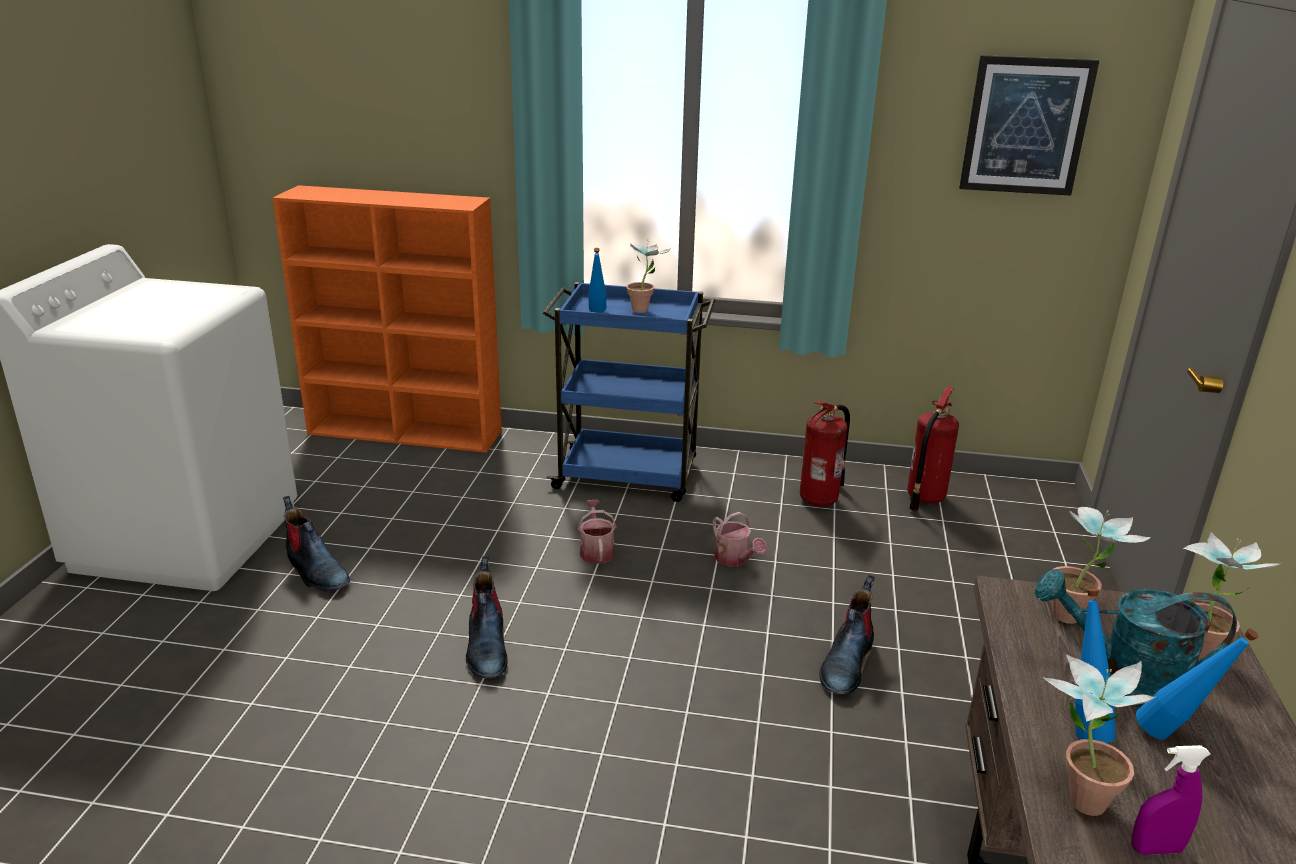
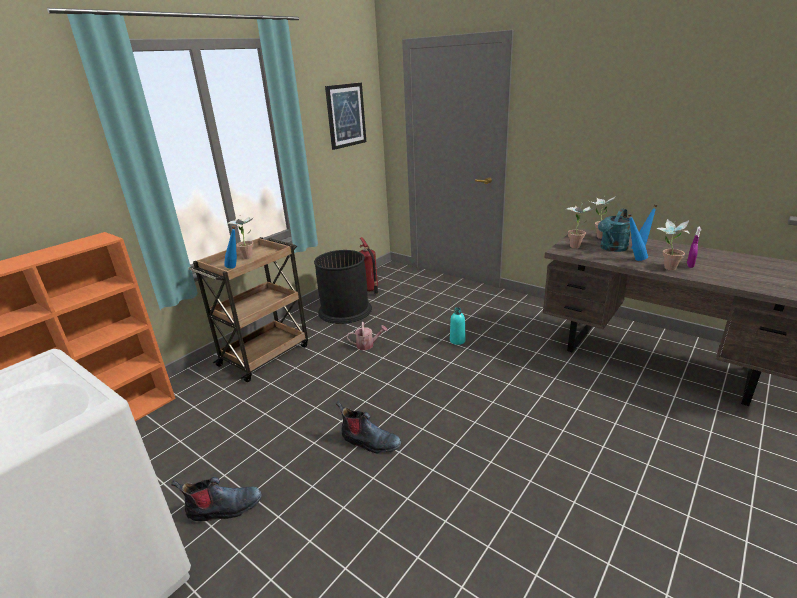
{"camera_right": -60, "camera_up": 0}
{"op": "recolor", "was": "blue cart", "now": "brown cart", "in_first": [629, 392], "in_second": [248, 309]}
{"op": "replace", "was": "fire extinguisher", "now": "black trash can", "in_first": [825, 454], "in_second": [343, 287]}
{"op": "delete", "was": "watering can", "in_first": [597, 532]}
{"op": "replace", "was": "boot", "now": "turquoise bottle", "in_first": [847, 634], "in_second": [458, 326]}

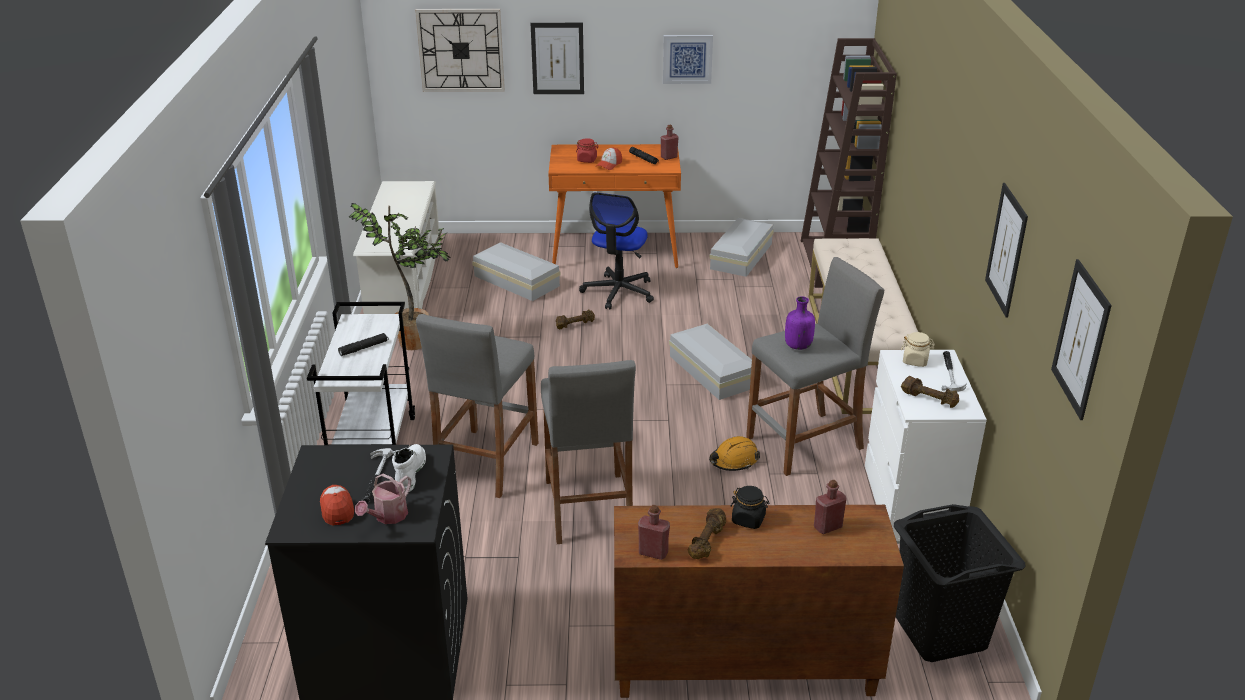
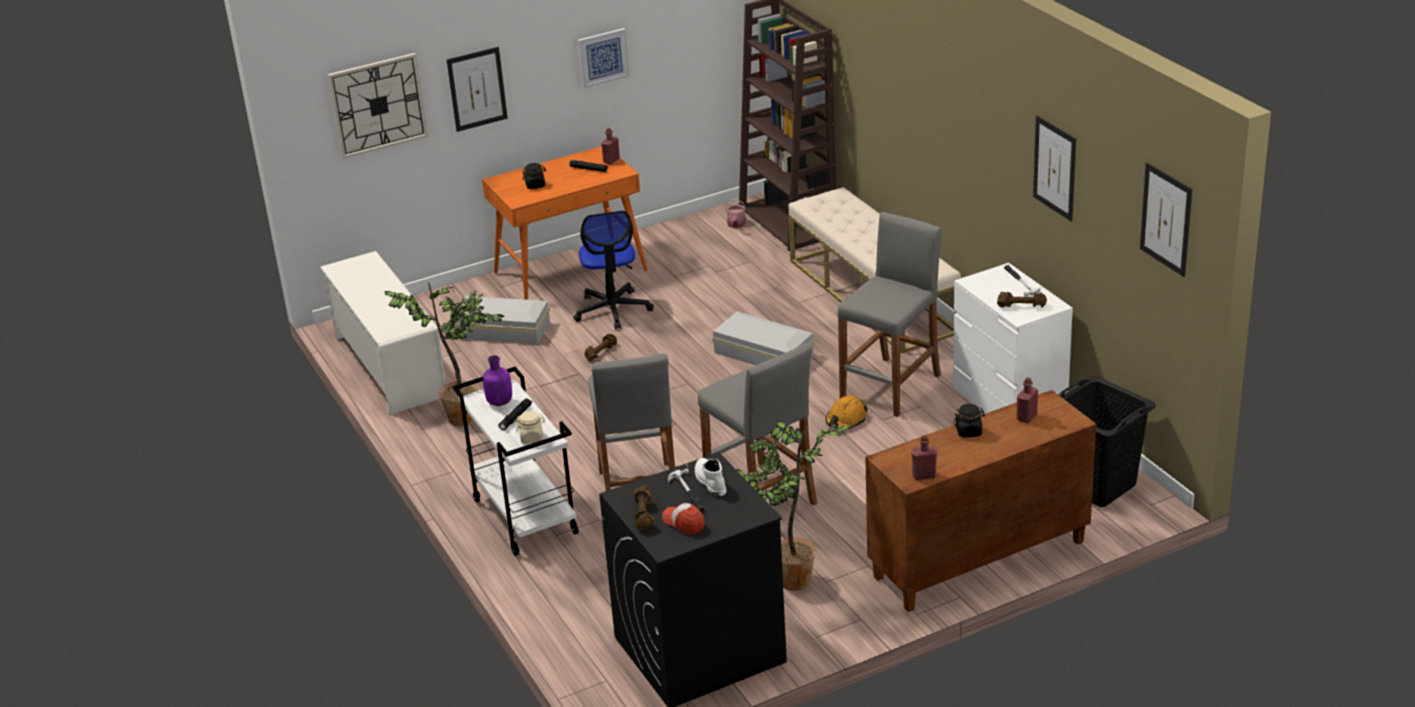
{"camera_right": -25, "camera_up": 0}
{"op": "recolor", "was": "red jar", "now": "black jar", "in_first": [587, 150], "in_second": [534, 176]}
{"op": "delete", "was": "cap", "in_first": [609, 158]}
{"op": "delete", "was": "white storage box", "in_first": [741, 247]}
{"op": "move", "was": "purple bottle", "in_first": [800, 323], "in_second": [497, 380]}
{"op": "move", "was": "beige jar", "in_first": [918, 349], "in_second": [530, 427]}
{"op": "move", "was": "watering can", "in_first": [383, 499], "in_second": [735, 213]}
{"op": "move", "was": "brown dumbbell", "in_first": [707, 533], "in_second": [644, 508]}
{"op": "insert", "now": "potted plant", "in_second": [795, 506]}

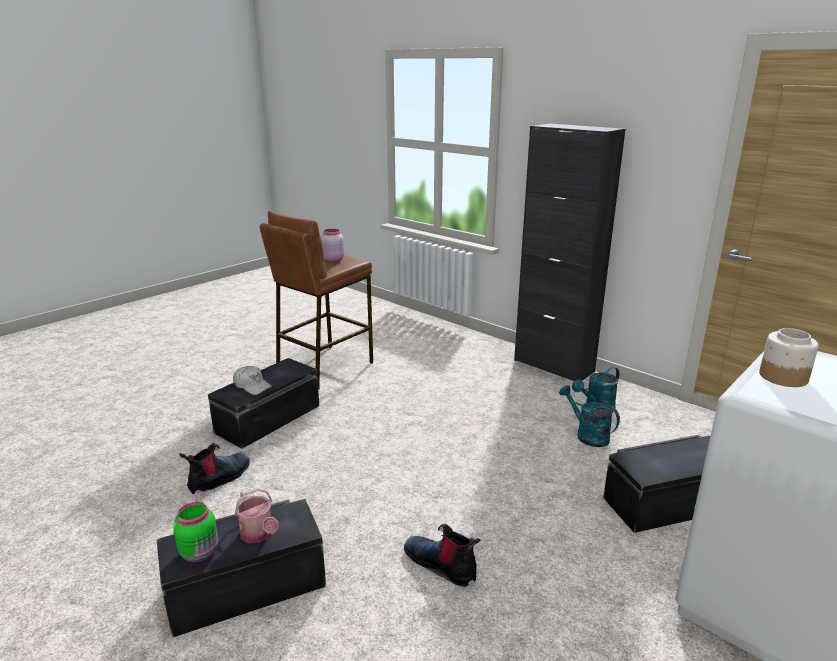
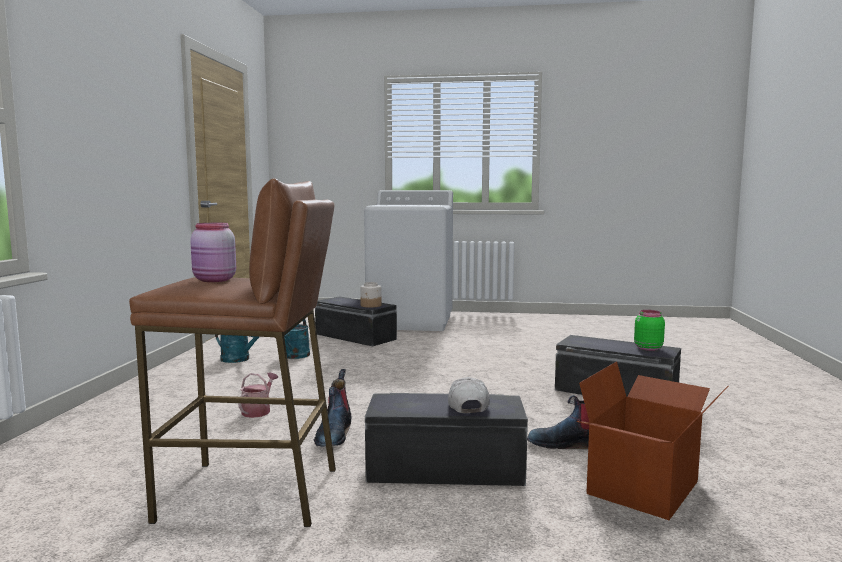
{"camera_right": -125, "camera_up": -15}
{"op": "delete", "was": "black cabinet", "in_first": [569, 252]}
{"op": "move", "was": "jar", "in_first": [789, 357], "in_second": [371, 295]}
{"op": "move", "was": "watering can", "in_first": [256, 515], "in_second": [258, 395]}
{"op": "move", "was": "boot", "in_first": [442, 555], "in_second": [332, 408]}
{"op": "insert", "now": "cardboard box", "in_second": [652, 440]}

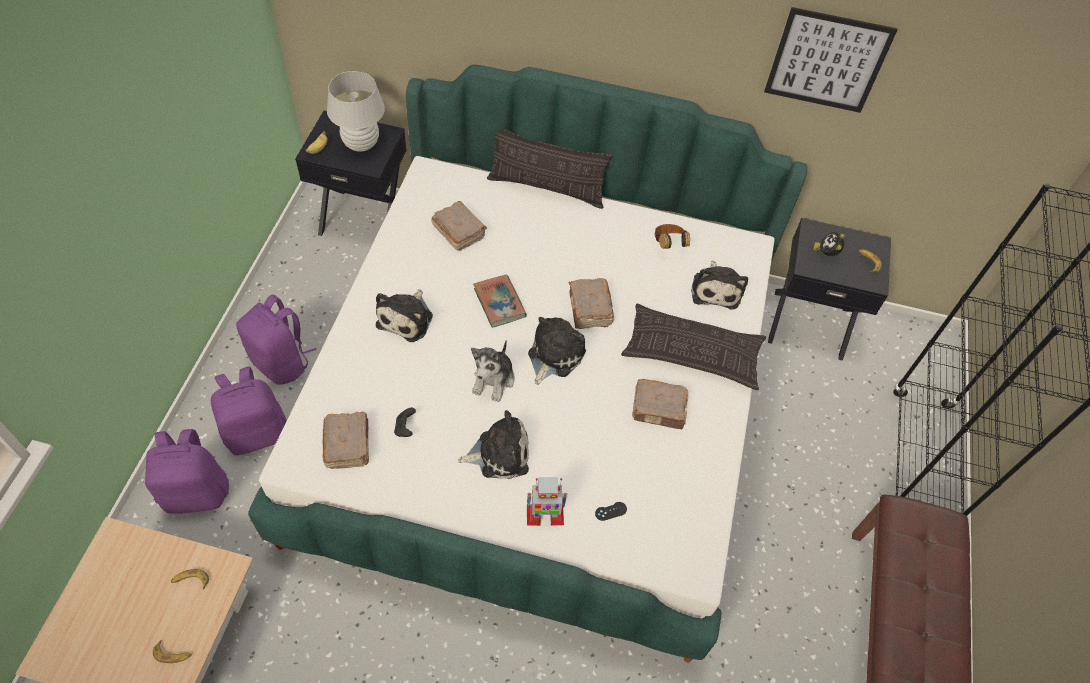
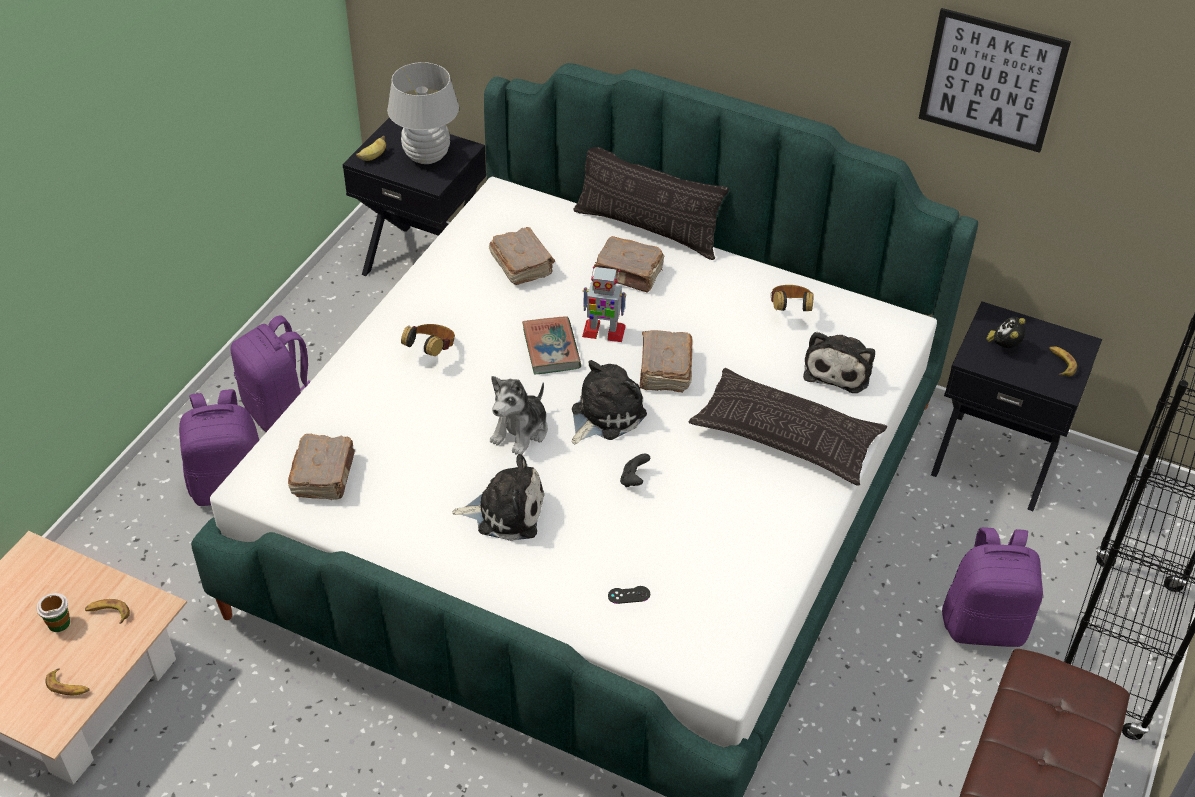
{"camera_right": 15, "camera_up": -10}
{"op": "replace", "was": "plush toy", "now": "headphones", "in_first": [404, 315], "in_second": [428, 340]}
{"op": "move", "was": "brown book", "in_first": [660, 404], "in_second": [629, 264]}
{"op": "move", "was": "black game controller", "in_first": [405, 422], "in_second": [635, 470]}
{"op": "move", "was": "purple backpack", "in_first": [187, 471], "in_second": [992, 587]}
{"op": "move", "was": "toy robot", "in_first": [547, 502], "in_second": [604, 304]}
{"op": "insert", "now": "cup", "in_second": [53, 612]}

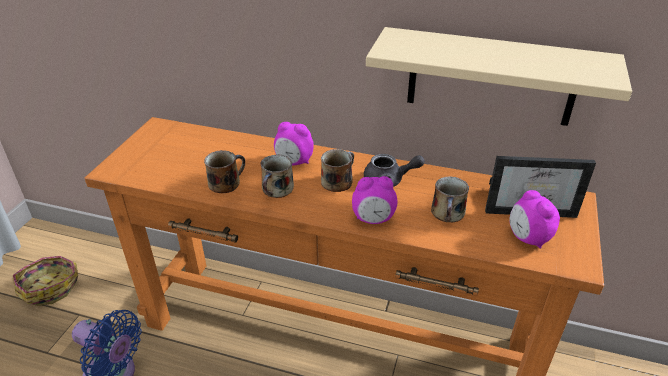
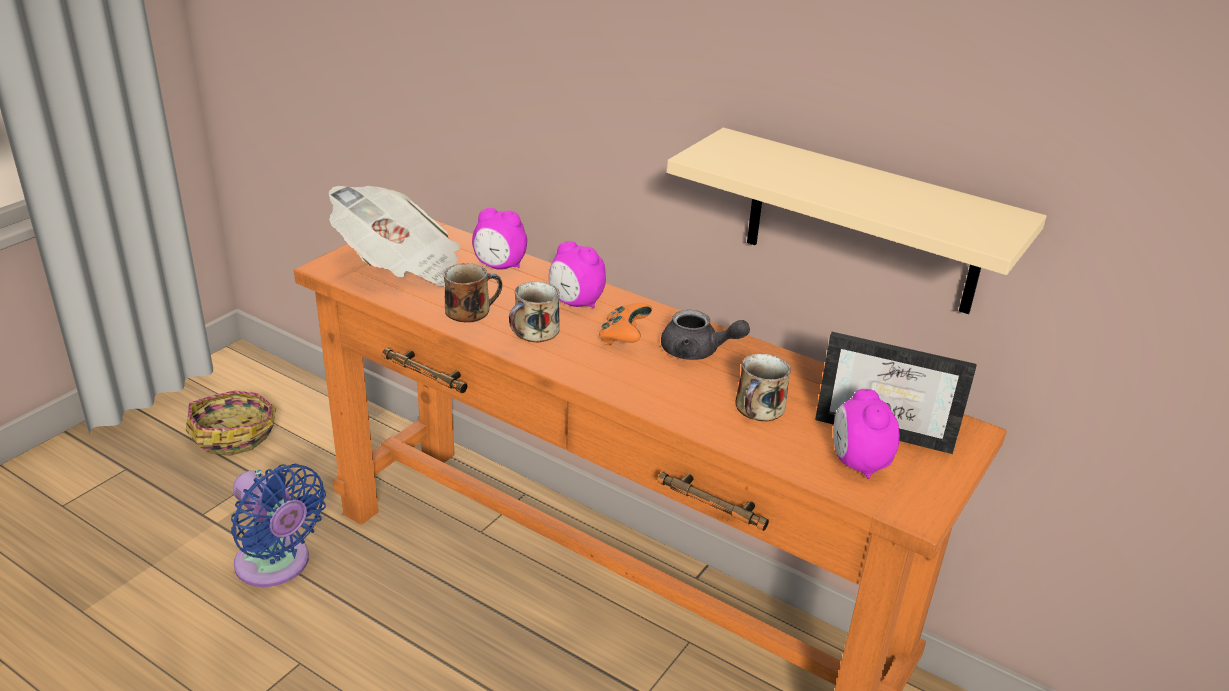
{"camera_right": 15, "camera_up": -5}
{"op": "replace", "was": "mug", "now": "orange game controller", "in_first": [337, 170], "in_second": [625, 324]}
{"op": "move", "was": "alarm clock", "in_first": [374, 200], "in_second": [499, 239]}
{"op": "insert", "now": "newspaper", "in_second": [394, 236]}

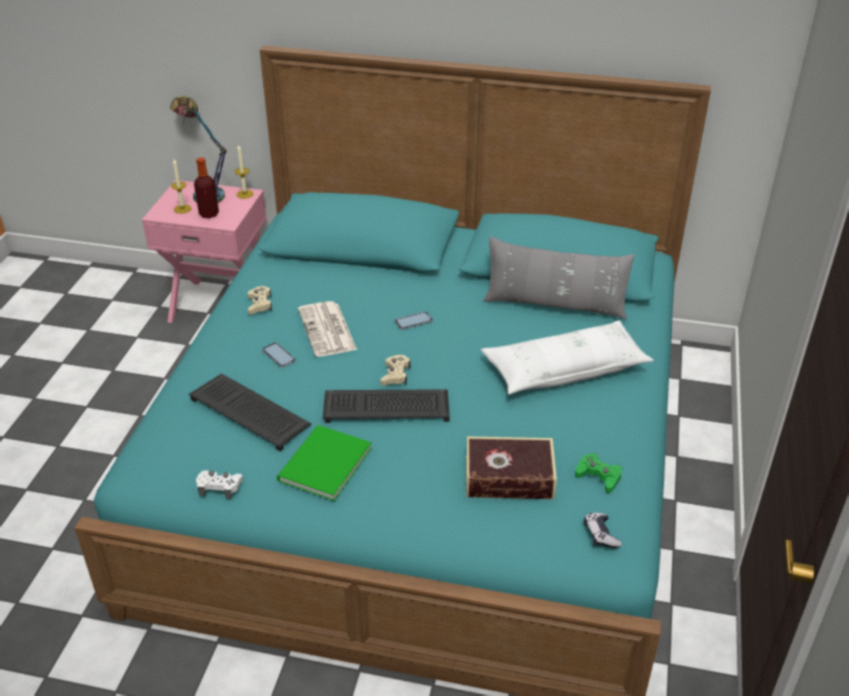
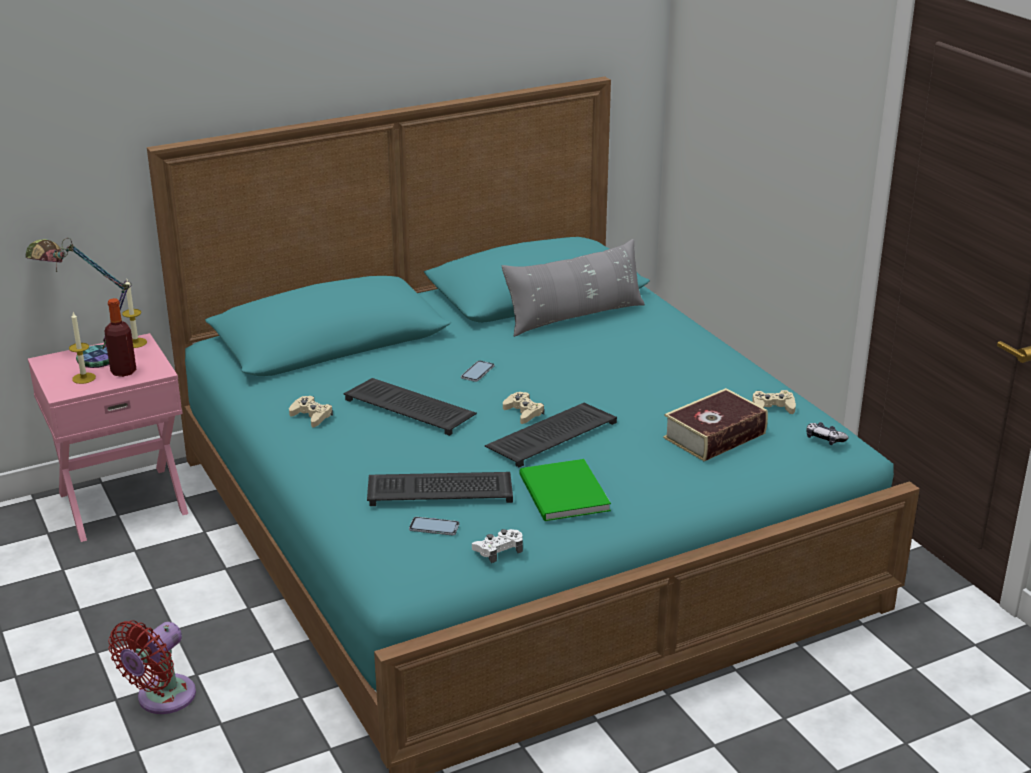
{"camera_right": -40, "camera_up": -10}
{"op": "replace", "was": "newspaper", "now": "keyboard", "in_first": [327, 329], "in_second": [410, 407]}
{"op": "delete", "was": "white pillow", "in_first": [567, 357]}
{"op": "move", "was": "phone", "in_first": [279, 355], "in_second": [434, 526]}
{"op": "recolor", "was": "green game controller", "now": "beige game controller", "in_first": [598, 473], "in_second": [774, 402]}
{"op": "insert", "now": "red fan", "in_second": [152, 667]}

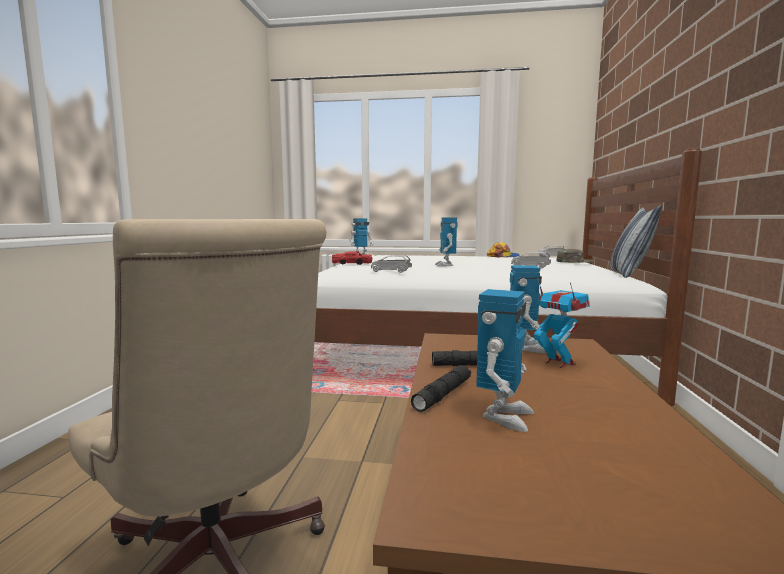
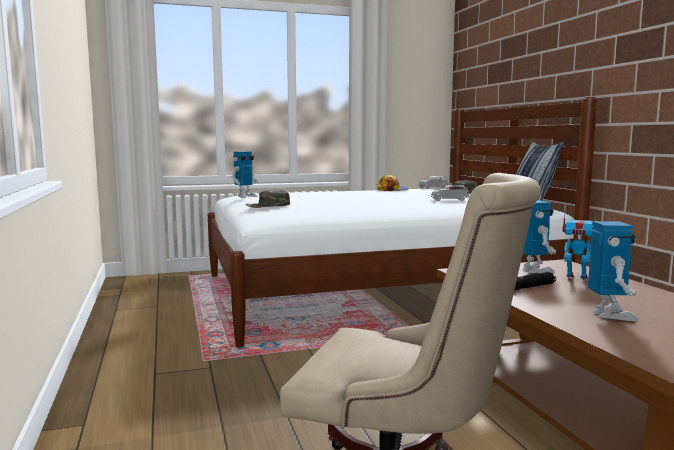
{"camera_right": -25, "camera_up": 0}
{"op": "delete", "was": "toy robot", "in_first": [446, 242]}
{"op": "replace", "was": "red toy car", "now": "green cap", "in_first": [352, 258], "in_second": [267, 198]}
{"op": "delete", "was": "grey toy car", "in_first": [391, 264]}
{"op": "delete", "was": "black flashlight", "in_first": [441, 388]}

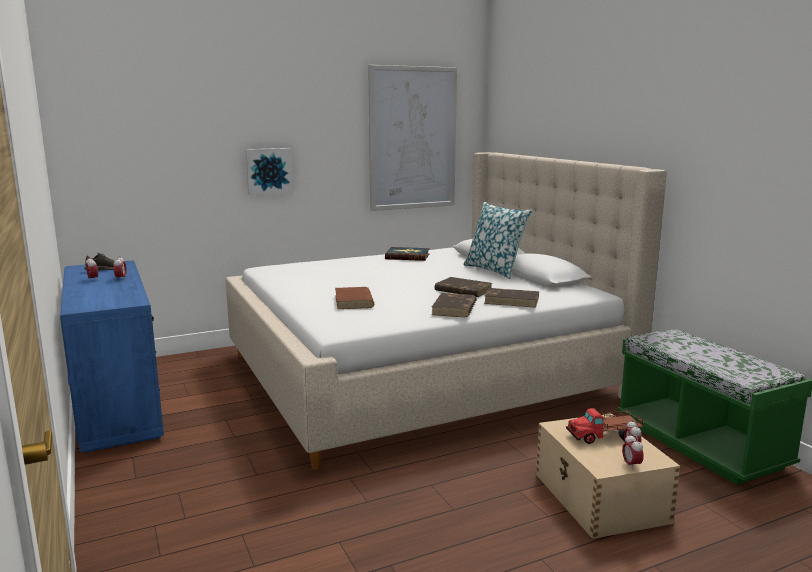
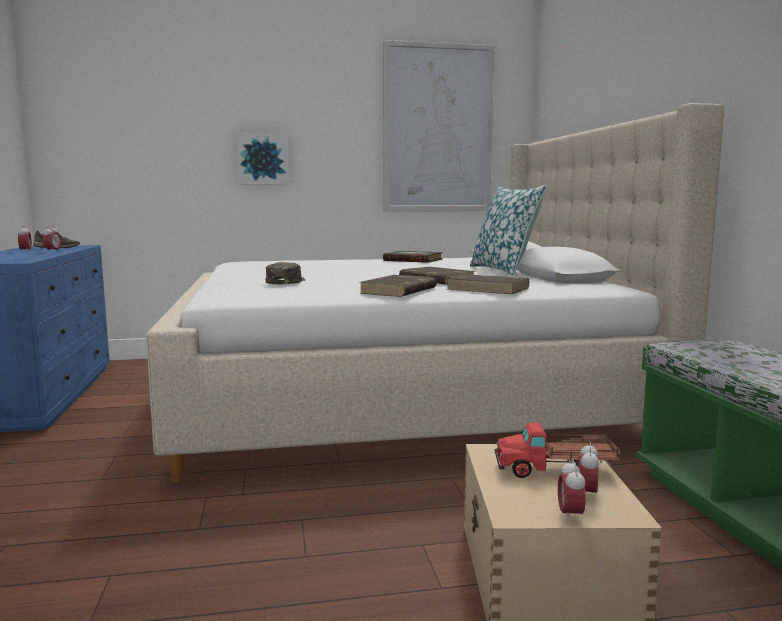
{"camera_right": 15, "camera_up": -5}
{"op": "replace", "was": "brown book", "now": "green cap", "in_first": [354, 298], "in_second": [286, 273]}

